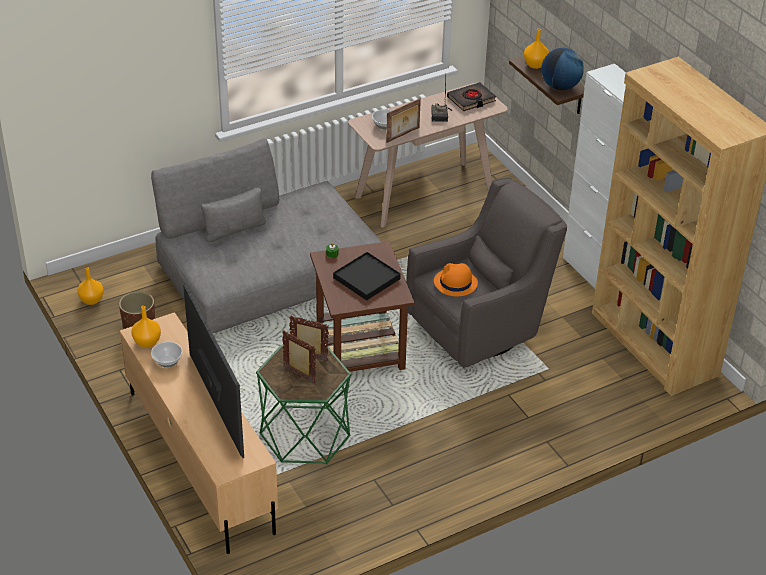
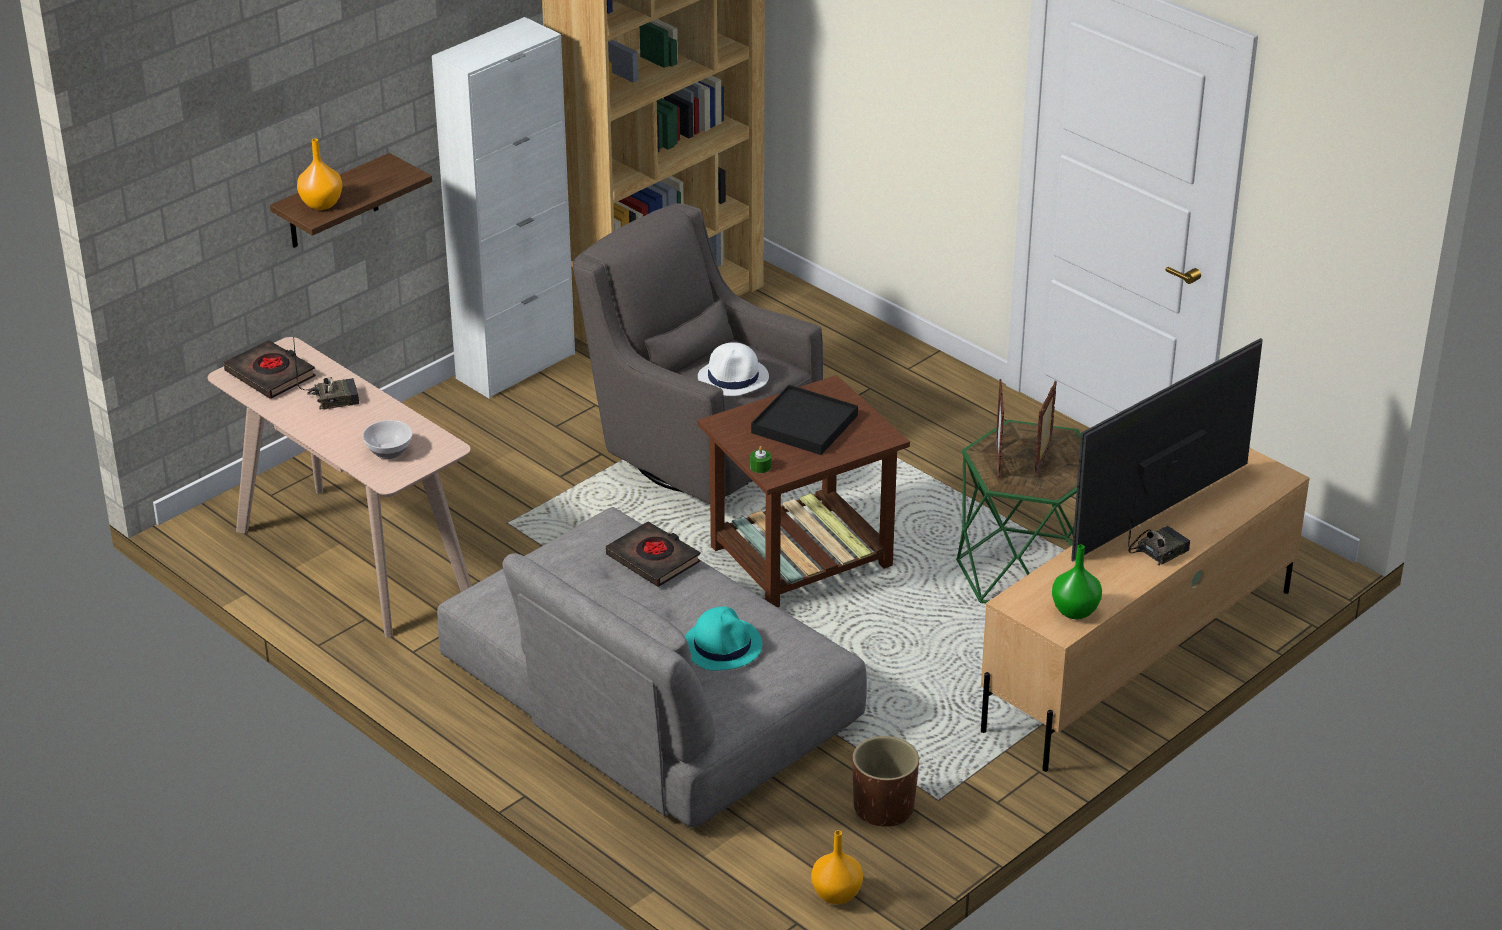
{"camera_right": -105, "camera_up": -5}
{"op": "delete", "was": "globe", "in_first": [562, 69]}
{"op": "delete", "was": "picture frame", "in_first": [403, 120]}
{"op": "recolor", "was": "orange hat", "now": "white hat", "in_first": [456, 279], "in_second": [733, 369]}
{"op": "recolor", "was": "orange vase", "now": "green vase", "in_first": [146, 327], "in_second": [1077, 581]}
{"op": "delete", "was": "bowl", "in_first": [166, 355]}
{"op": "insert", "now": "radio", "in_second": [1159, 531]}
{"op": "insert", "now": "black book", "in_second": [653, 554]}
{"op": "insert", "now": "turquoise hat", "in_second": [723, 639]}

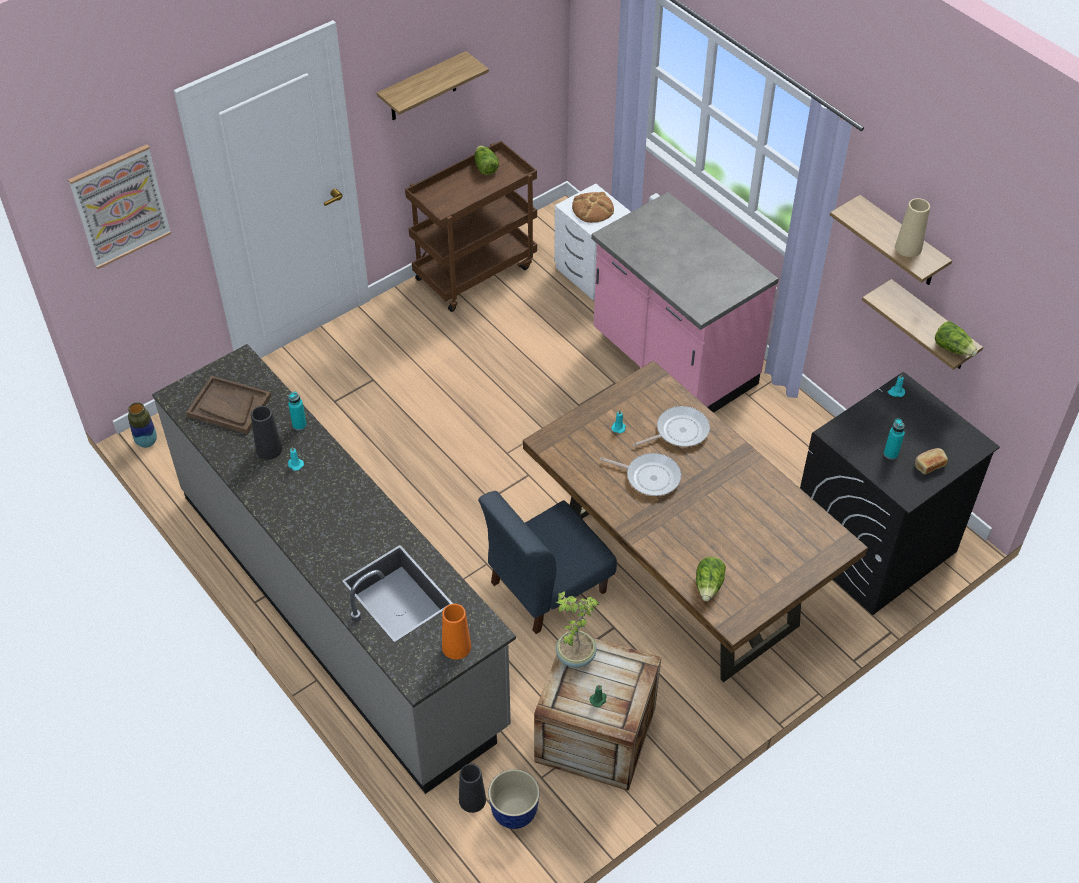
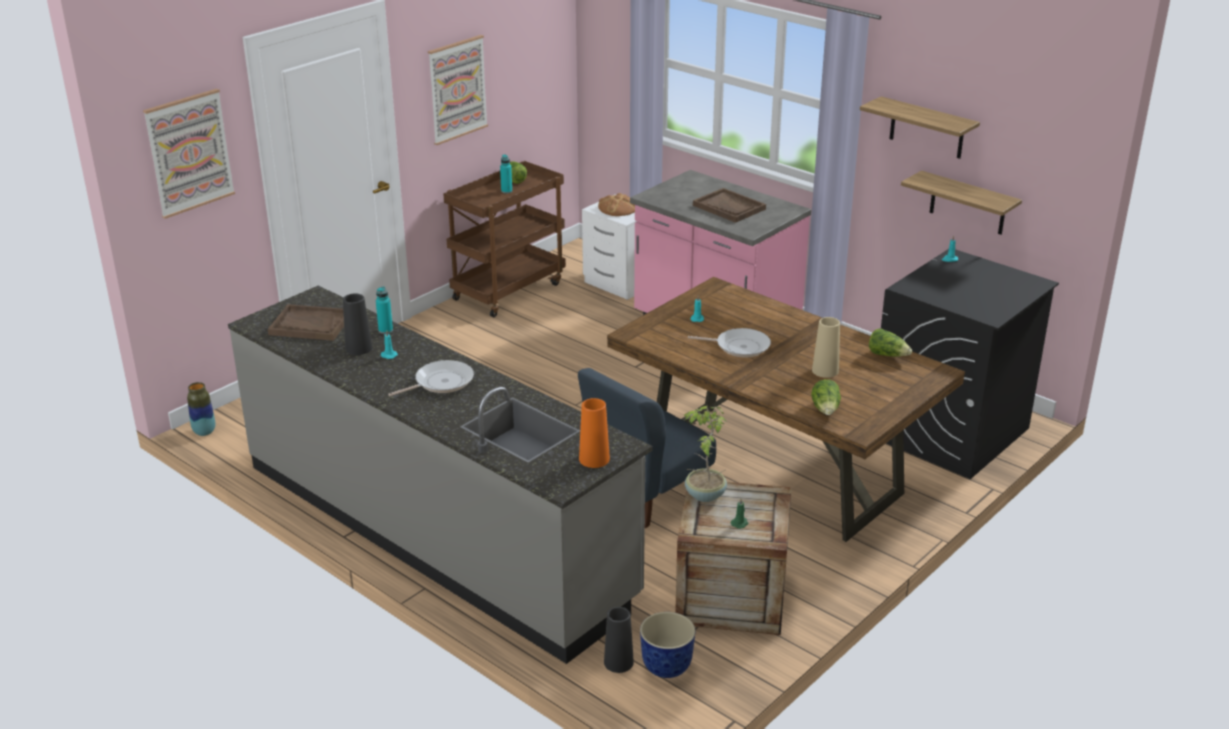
{"camera_right": -10, "camera_up": -20}
{"op": "replace", "was": "shelf", "now": "picture", "in_first": [433, 85], "in_second": [458, 90]}
{"op": "move", "was": "beige vase", "in_first": [912, 227], "in_second": [826, 347]}
{"op": "move", "was": "lettuce", "in_first": [956, 338], "in_second": [890, 342]}
{"op": "move", "was": "frying pan", "in_first": [671, 426], "in_second": [431, 378]}
{"op": "move", "was": "turquoise bottle", "in_first": [894, 439], "in_second": [506, 173]}
{"op": "delete", "was": "bread", "in_first": [931, 461]}
{"op": "insert", "now": "brown tray", "in_second": [729, 205]}

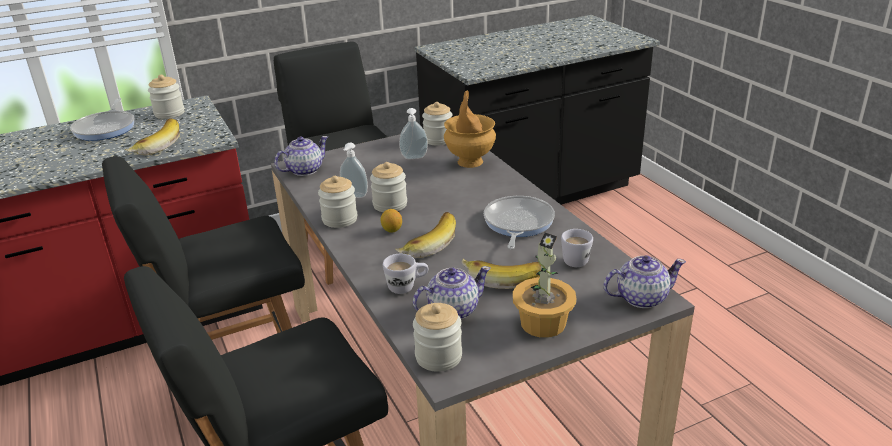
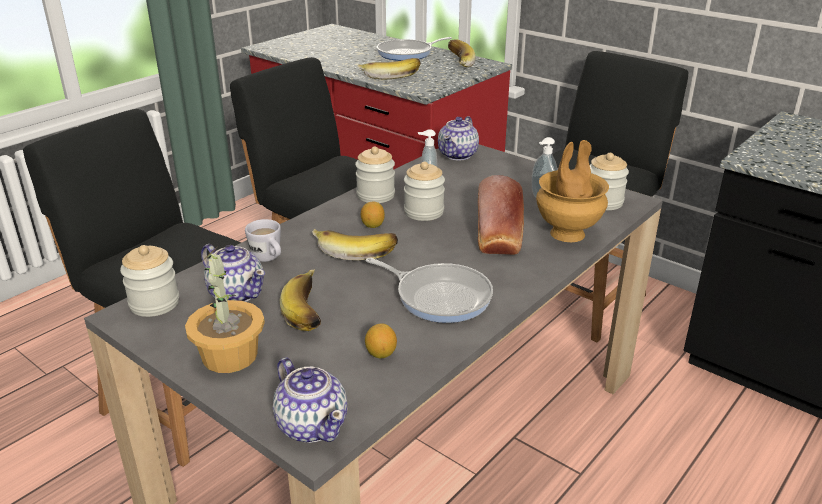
{"camera_right": 65, "camera_up": 0}
{"op": "replace", "was": "jar", "now": "banana", "in_first": [166, 97], "in_second": [462, 53]}
{"op": "rotate", "was": "teapot", "in_first": [301, 156], "in_second": [458, 138], "clockwise": 90}
{"op": "rotate", "was": "frying pan", "in_first": [519, 222], "in_second": [429, 290], "clockwise": 45}
{"op": "replace", "was": "white mug", "now": "lemon", "in_first": [577, 248], "in_second": [381, 340]}
{"op": "insert", "now": "bread", "in_second": [501, 215]}

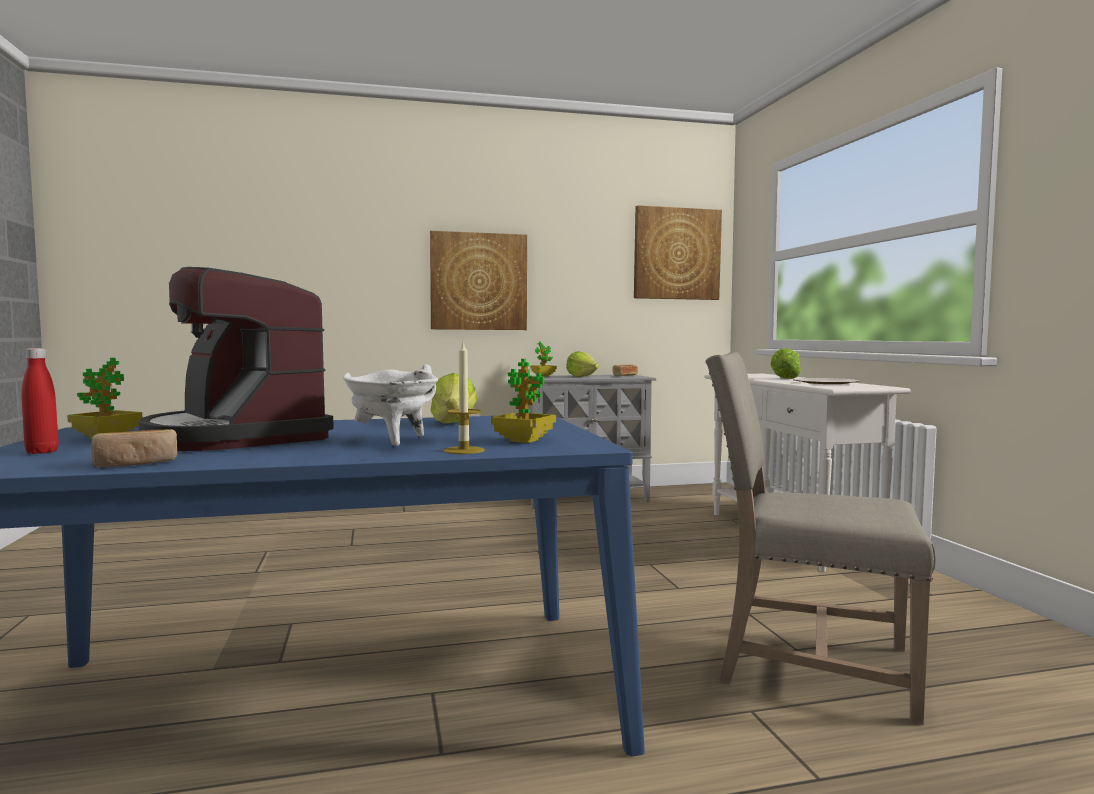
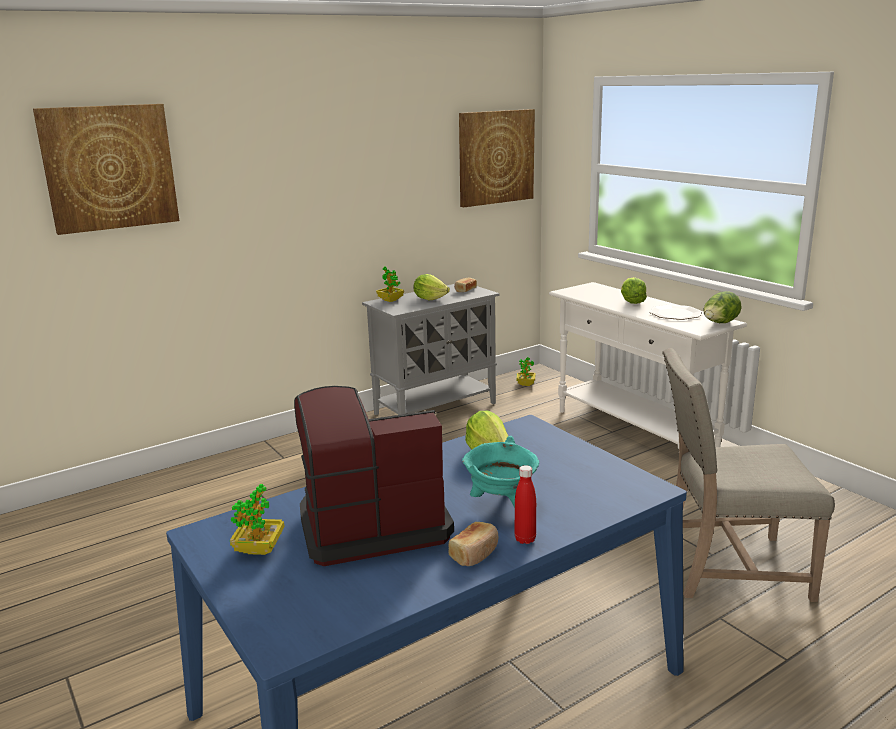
{"camera_right": -20, "camera_up": 15}
{"op": "move", "was": "picture", "in_first": [478, 280], "in_second": [106, 169]}
{"op": "rotate", "was": "coffee machine", "in_first": [236, 359], "in_second": [374, 476], "clockwise": 135}
{"op": "delete", "was": "candle", "in_first": [464, 398]}
{"op": "move", "was": "red bottle", "in_first": [40, 401], "in_second": [525, 504]}
{"op": "move", "was": "potted plant", "in_first": [523, 401], "in_second": [525, 371]}
{"op": "recolor", "was": "white cooking pot", "now": "turquoise cooking pot", "in_first": [390, 405], "in_second": [500, 472]}
{"op": "move", "was": "bread", "in_first": [134, 448], "in_second": [473, 544]}
{"op": "insert", "now": "lettuce", "in_second": [722, 307]}

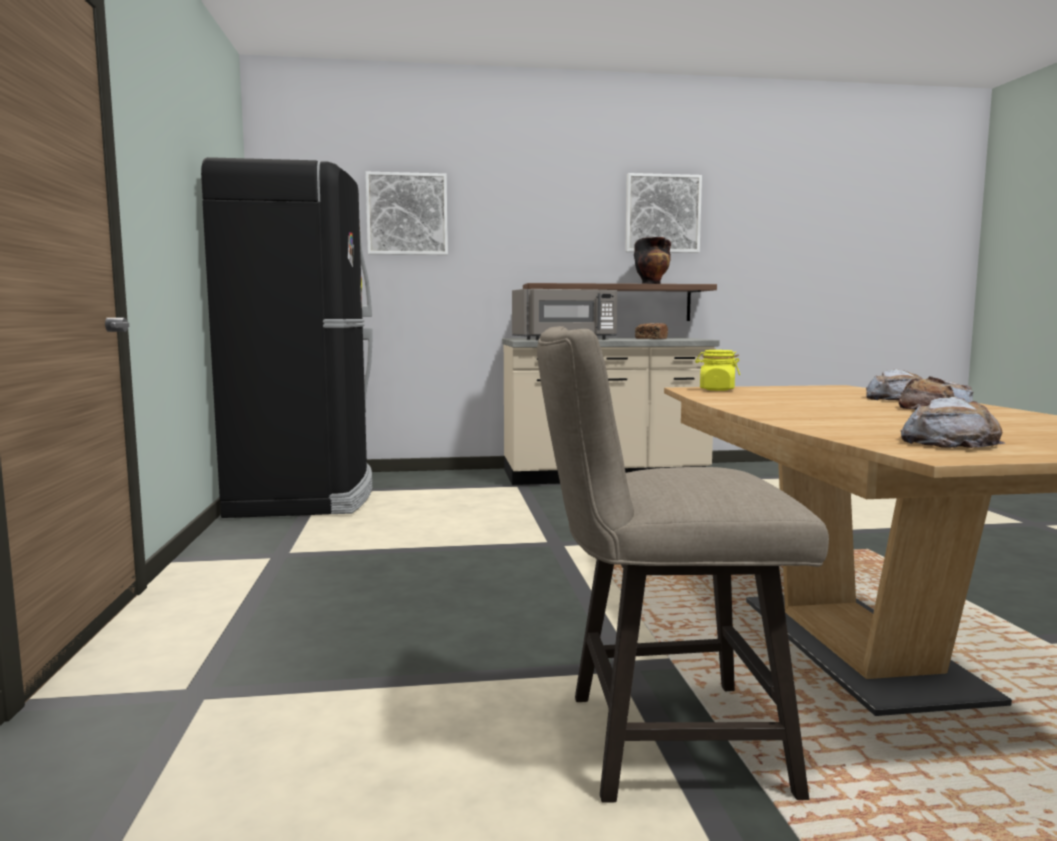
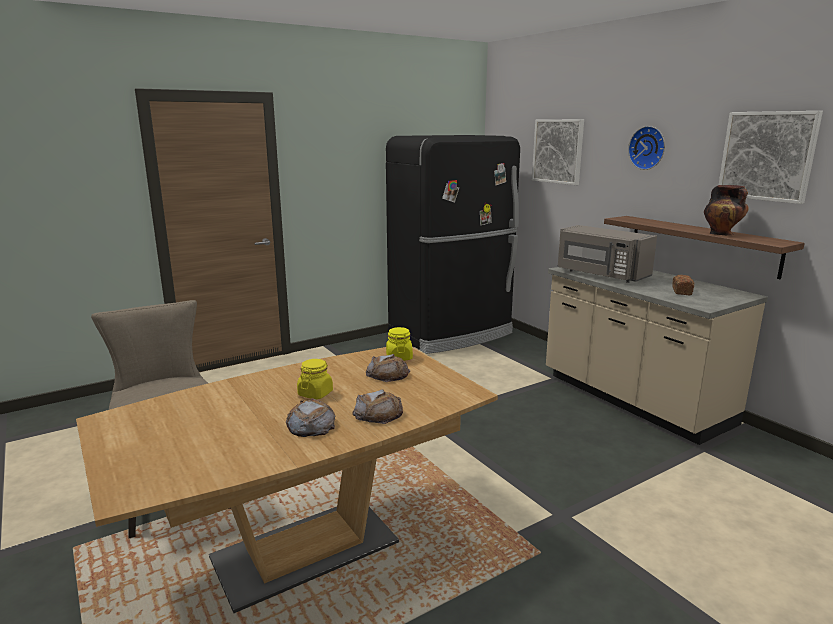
{"camera_right": 65, "camera_up": 10}
{"op": "move", "was": "bread", "in_first": [953, 422], "in_second": [388, 368]}
{"op": "insert", "now": "wall clock", "in_second": [646, 148]}
{"op": "insert", "now": "yellow jar", "in_second": [315, 379]}

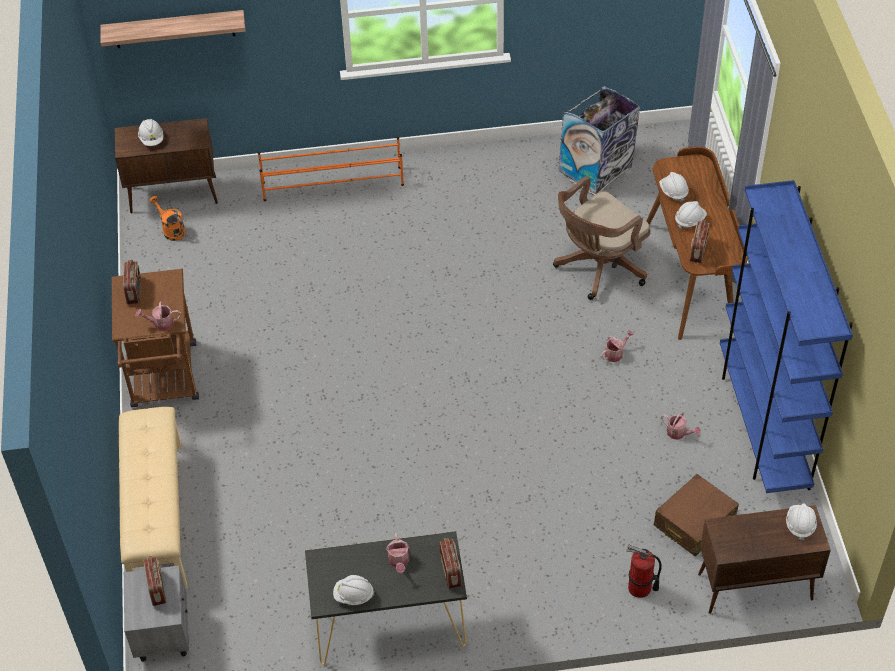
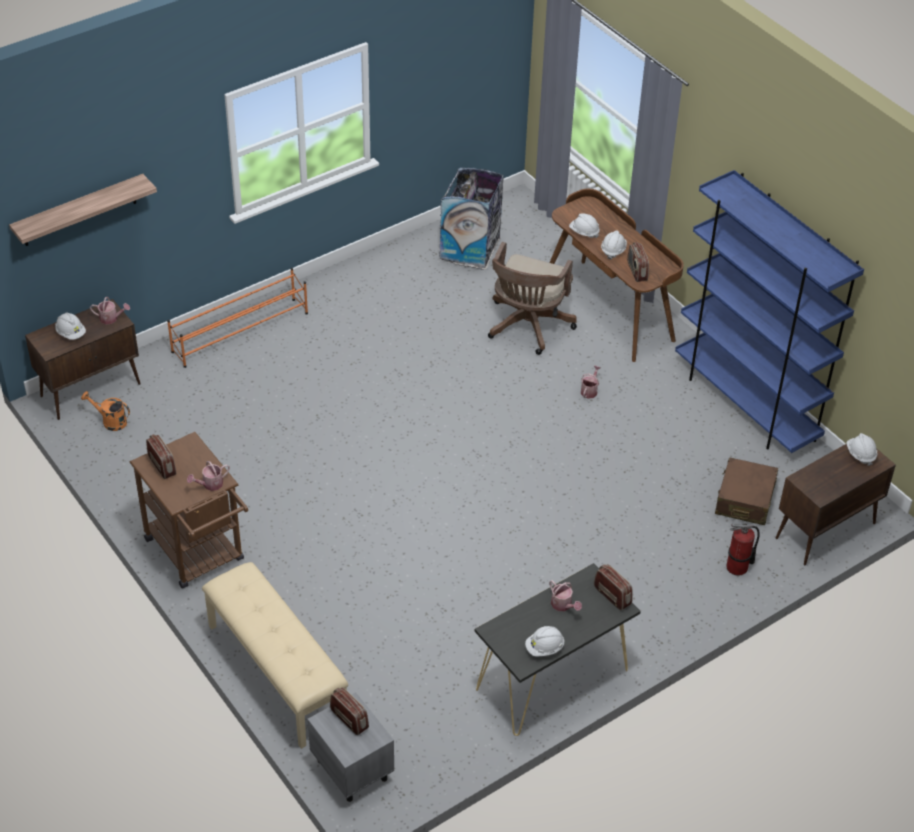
{"camera_right": -30, "camera_up": -5}
{"op": "move", "was": "watering can", "in_first": [681, 426], "in_second": [110, 310]}

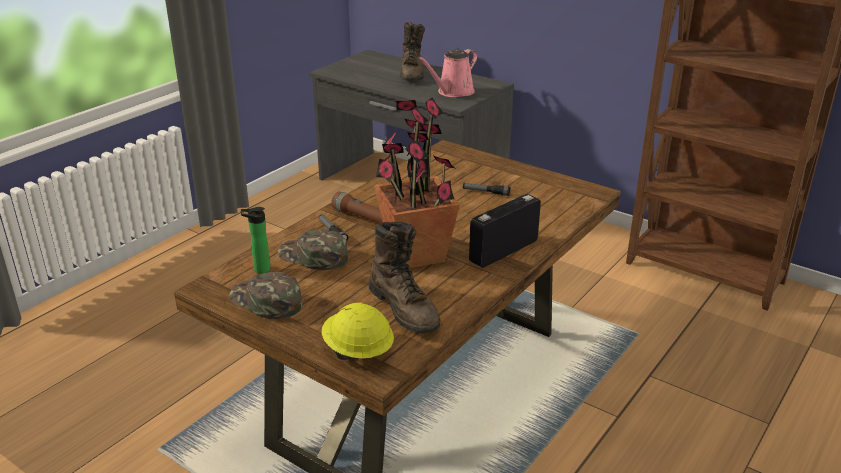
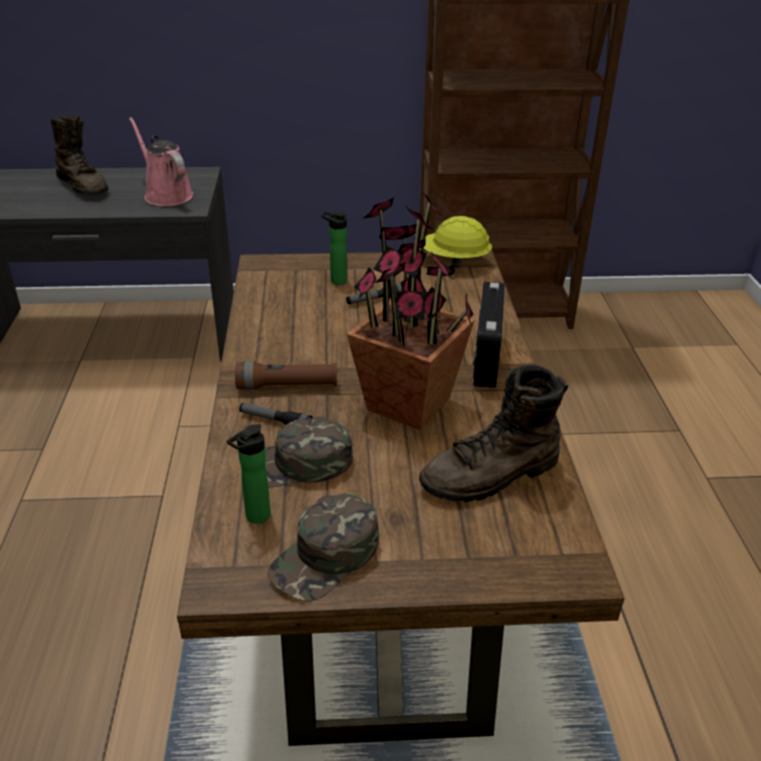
{"camera_right": -40, "camera_up": 5}
{"op": "rotate", "was": "pink watering can", "in_first": [448, 73], "in_second": [161, 161], "clockwise": 135}
{"op": "rotate", "was": "brown boot", "in_first": [404, 278], "in_second": [493, 434], "clockwise": 135}
{"op": "rotate", "was": "green cap", "in_first": [265, 295], "in_second": [323, 547], "clockwise": -45}
{"op": "move", "was": "yellow hard hat", "in_first": [358, 331], "in_second": [458, 242]}
{"op": "insert", "now": "bottle", "in_second": [334, 248]}

